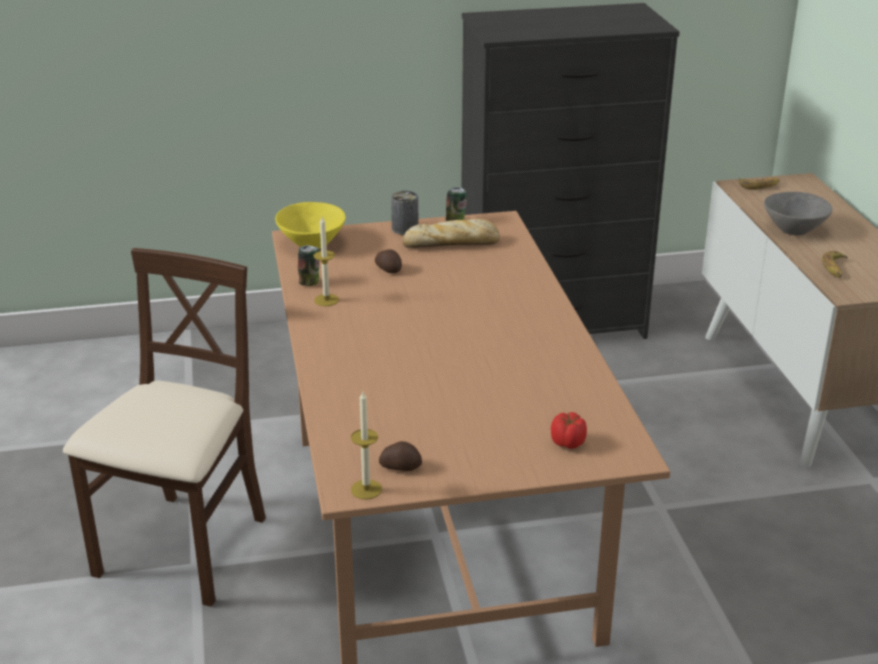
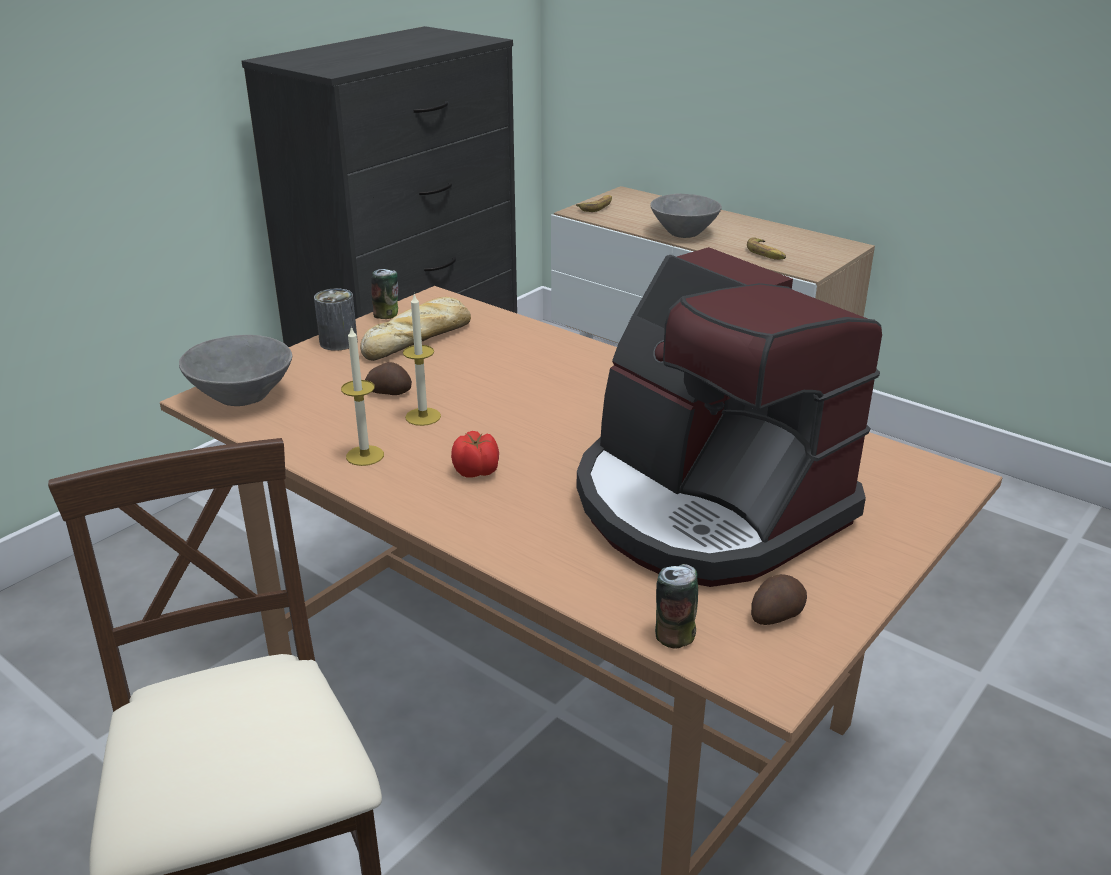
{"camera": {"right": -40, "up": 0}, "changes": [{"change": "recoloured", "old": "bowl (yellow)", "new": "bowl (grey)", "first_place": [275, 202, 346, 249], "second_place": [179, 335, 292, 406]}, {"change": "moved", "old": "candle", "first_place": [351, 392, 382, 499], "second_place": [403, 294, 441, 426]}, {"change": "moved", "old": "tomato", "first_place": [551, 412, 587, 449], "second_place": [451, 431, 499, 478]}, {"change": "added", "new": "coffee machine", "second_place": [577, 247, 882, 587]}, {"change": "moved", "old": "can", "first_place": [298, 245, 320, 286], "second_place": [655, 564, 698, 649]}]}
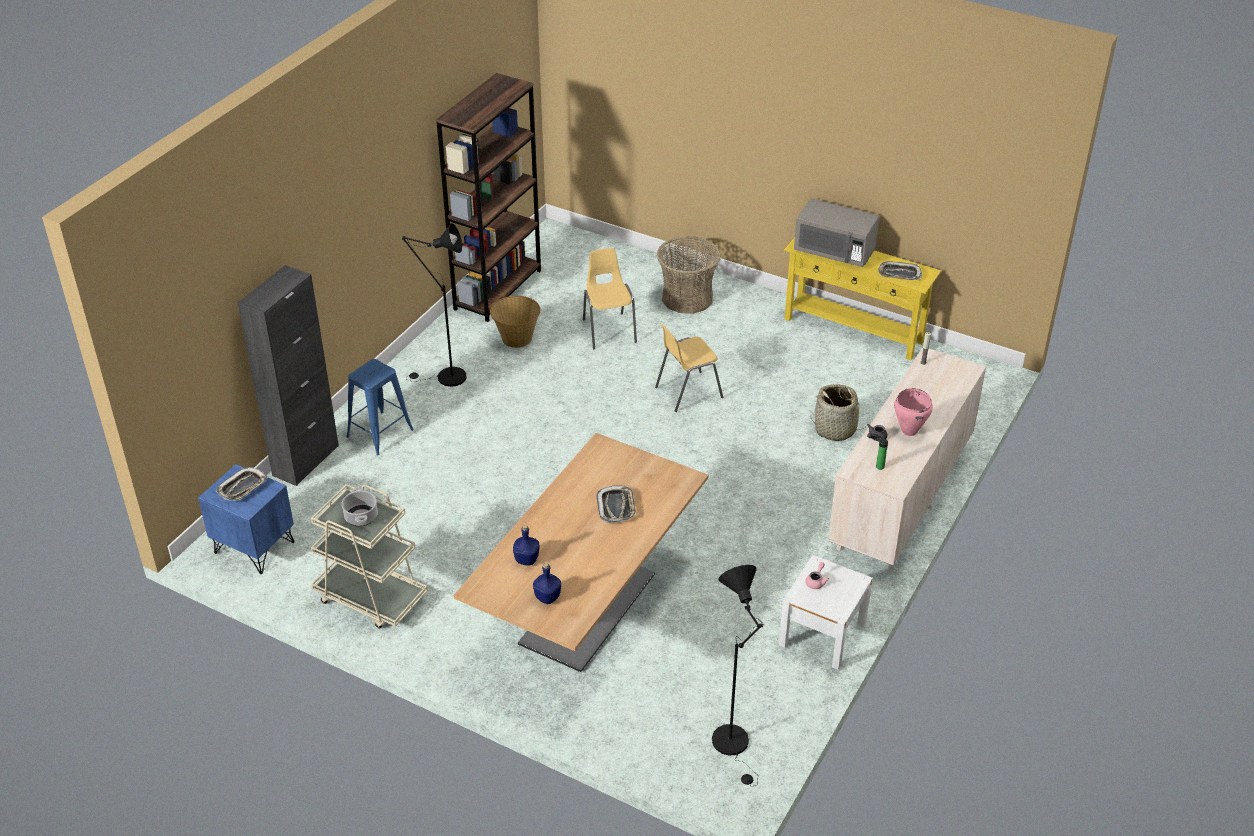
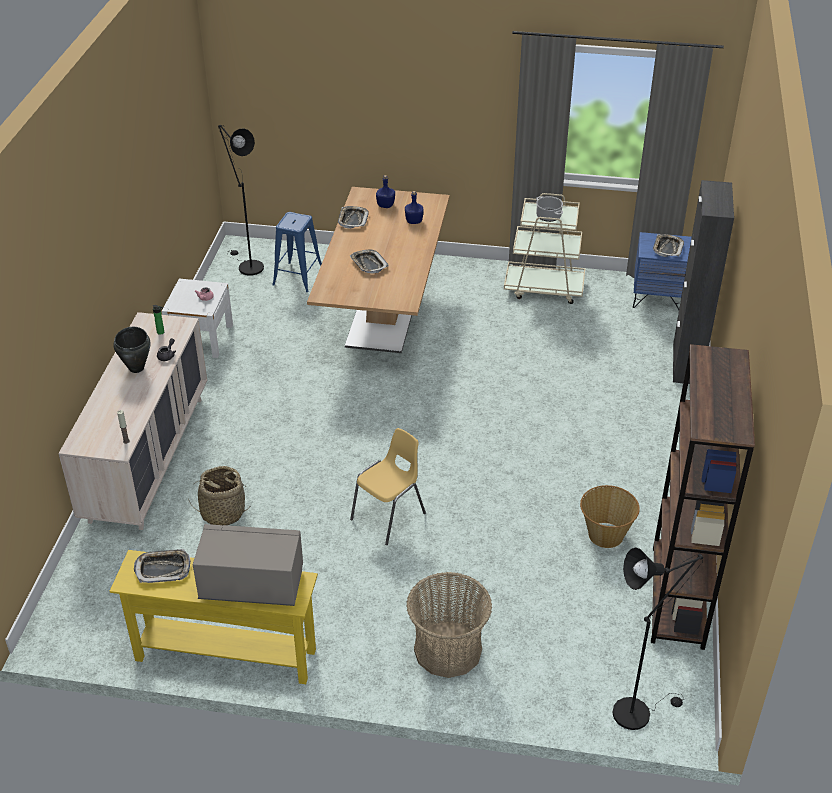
{"camera": {"right": 160, "up": 0}, "changes": [{"change": "recoloured", "old": "cooking pot (pink)", "new": "cooking pot (black)", "first_place": [894, 388, 933, 436], "second_place": [113, 327, 151, 373]}, {"change": "moved", "old": "stool (blue)", "first_place": [346, 359, 414, 455], "second_place": [272, 212, 322, 292]}, {"change": "added", "new": "tray", "second_place": [338, 206, 369, 229]}, {"change": "moved", "old": "floor lamp (black)", "first_place": [402, 223, 467, 387], "second_place": [612, 547, 703, 730]}, {"change": "removed", "old": "chair (yellow)", "first_place": [583, 248, 637, 349]}]}
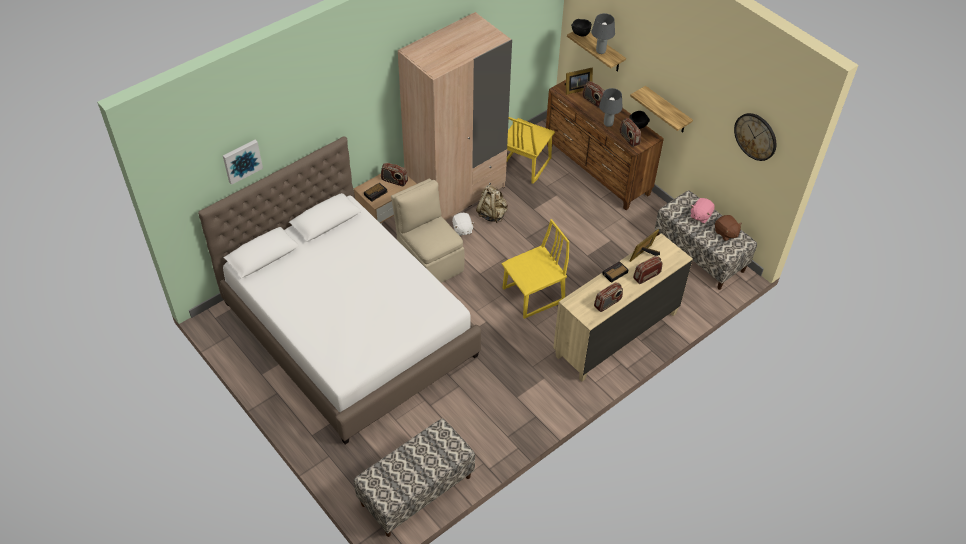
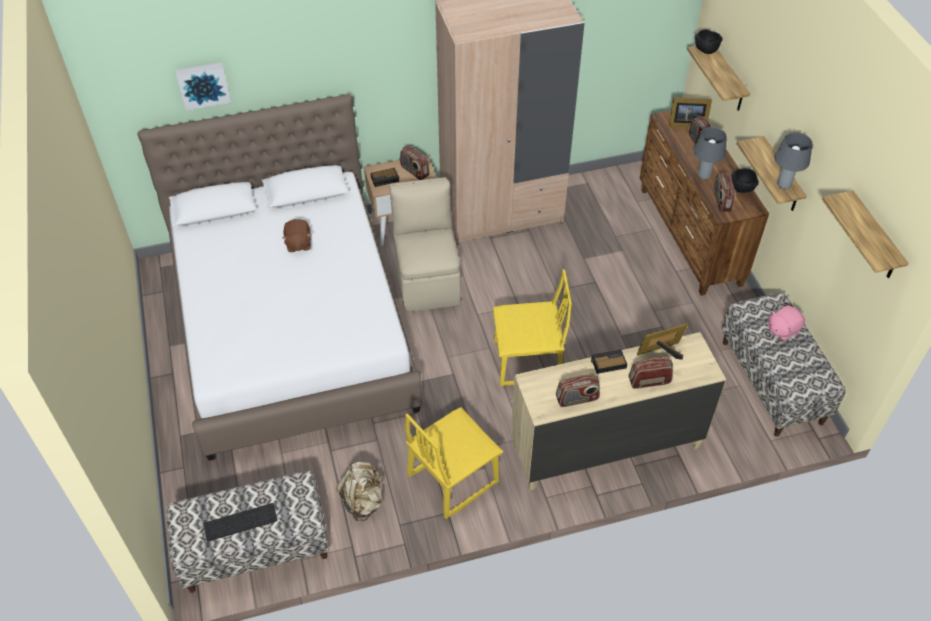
{"camera": {"right": 25, "up": 0}, "changes": [{"change": "added", "new": "keyboard", "second_place": [203, 503, 278, 541]}, {"change": "moved", "old": "plush toy (brown)", "first_place": [715, 215, 742, 241], "second_place": [282, 219, 311, 252]}, {"change": "moved", "old": "backpack (beige)", "first_place": [476, 185, 508, 223], "second_place": [336, 462, 384, 521]}, {"change": "moved", "old": "chair (yellow)", "first_place": [507, 117, 555, 184], "second_place": [405, 407, 503, 519]}, {"change": "moved", "old": "table lamp (grey)", "first_place": [592, 13, 615, 54], "second_place": [774, 132, 812, 189]}, {"change": "replaced", "old": "wall clock", "new": "shelf", "first_place": [734, 113, 776, 161], "second_place": [822, 190, 908, 278]}, {"change": "removed", "old": "plush toy (white)", "first_place": [452, 213, 474, 236]}]}
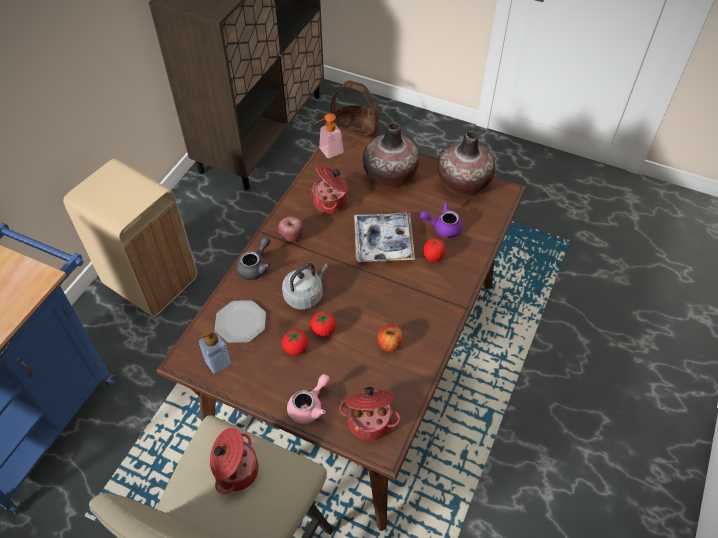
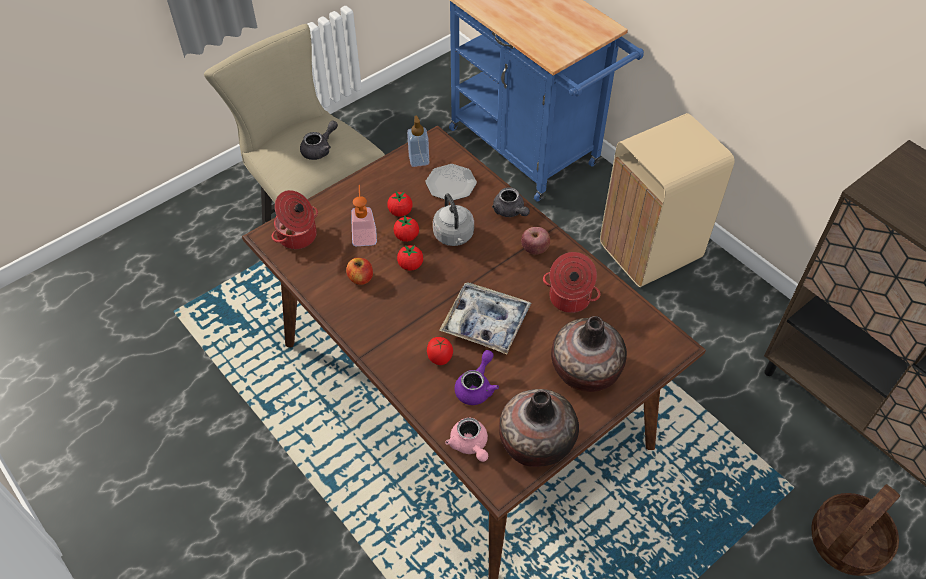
{"camera": {"right": 115, "up": 0}, "changes": [{"change": "replaced", "old": "cooking pot", "new": "teapot (grey)", "first_place": [210, 428, 259, 494], "second_place": [300, 120, 338, 160]}, {"change": "moved", "old": "soap dispenser", "first_place": [313, 113, 344, 158], "second_place": [351, 185, 377, 246]}, {"change": "added", "new": "tomato", "second_place": [397, 245, 423, 271]}, {"change": "moved", "old": "teapot (pink)", "first_place": [287, 374, 330, 424], "second_place": [445, 417, 488, 462]}]}
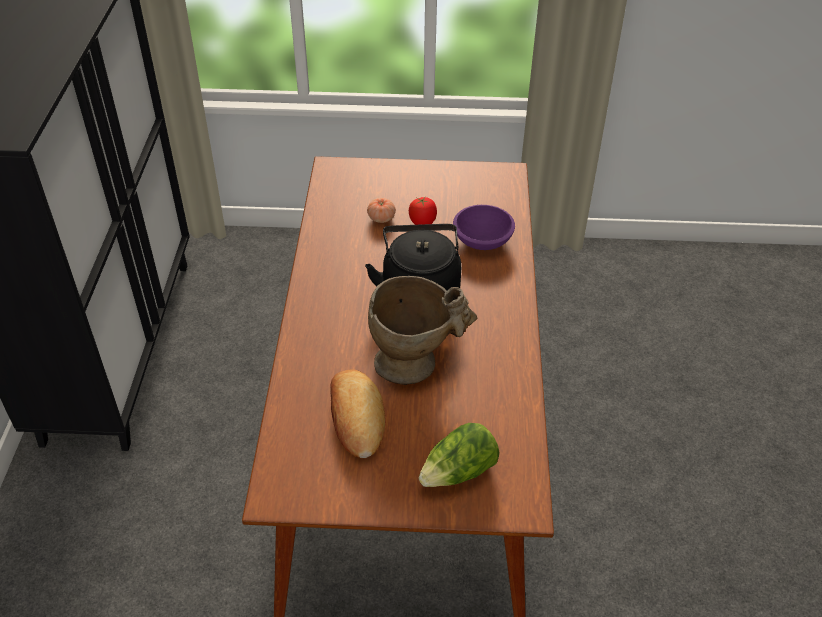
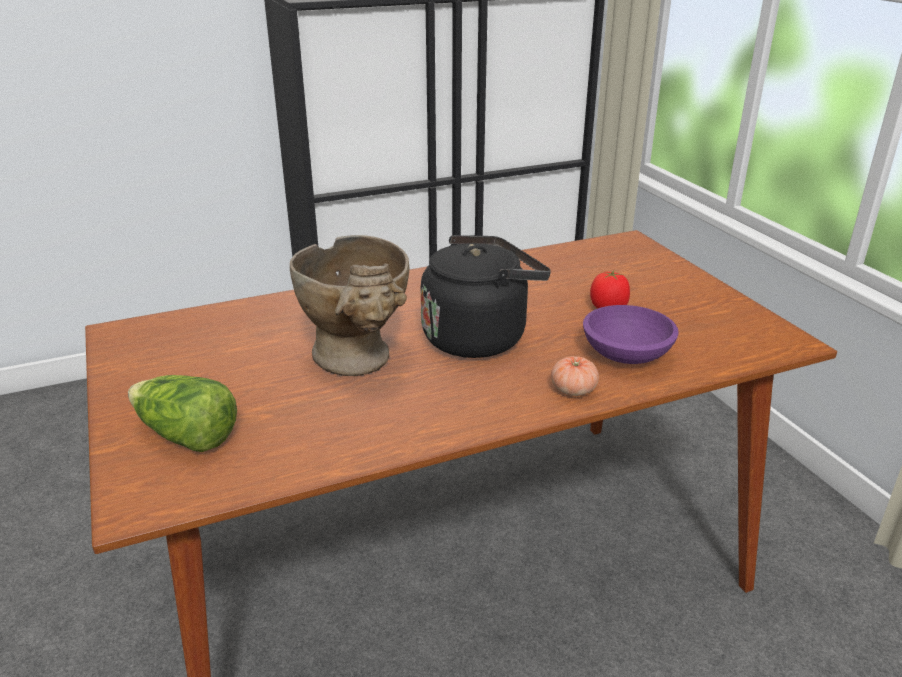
{"camera": {"right": 65, "up": -15}, "changes": [{"change": "moved", "old": "tomato", "first_place": [367, 198, 396, 223], "second_place": [551, 356, 599, 396]}, {"change": "removed", "old": "bread", "first_place": [331, 369, 385, 458]}]}
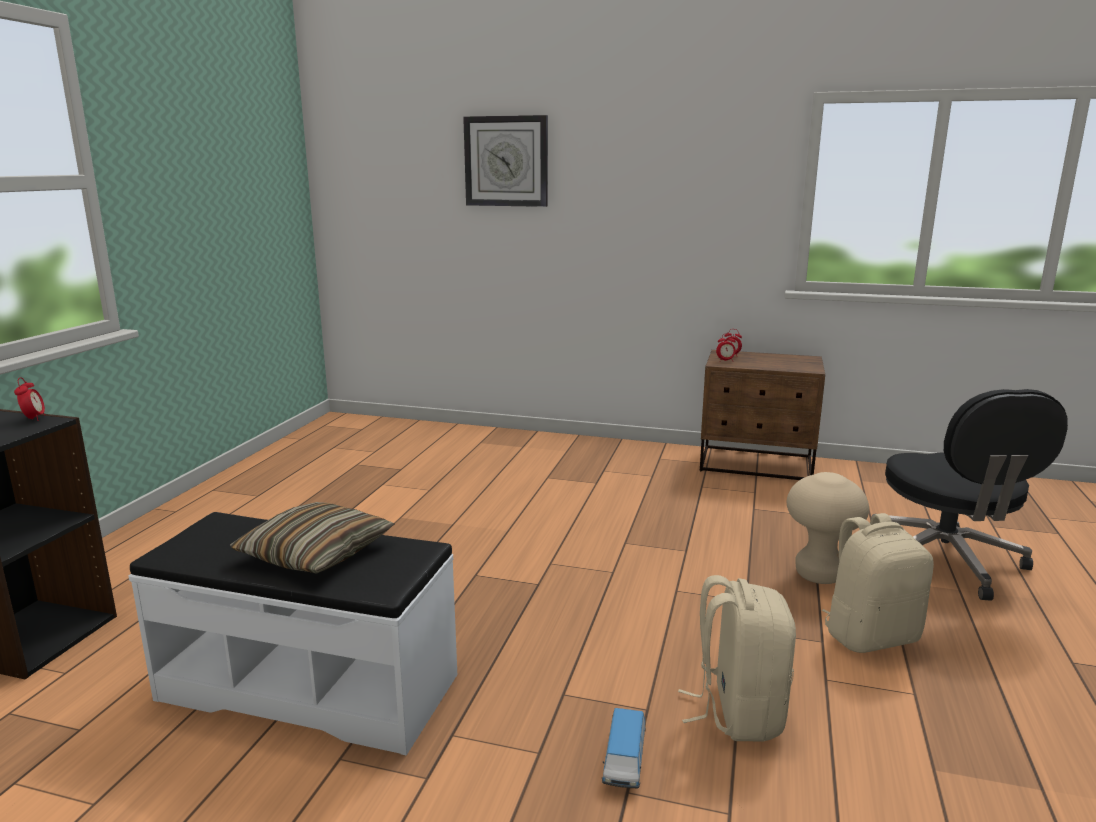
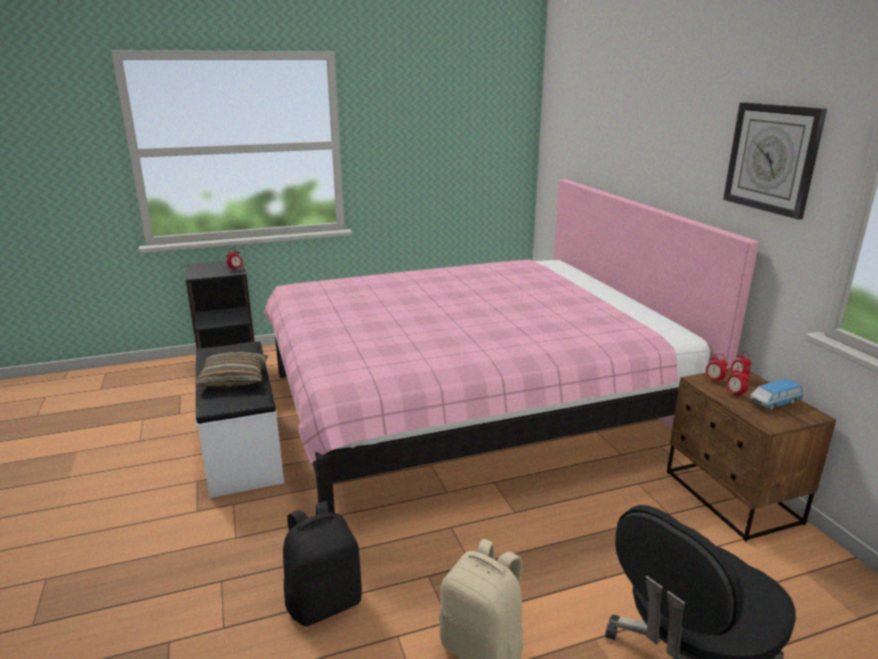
{"camera": {"right": 55, "up": 5}, "changes": [{"change": "added", "new": "bed (pink)", "second_place": [264, 179, 759, 513]}, {"change": "recoloured", "old": "backpack (beige)", "new": "backpack (black)", "first_place": [678, 575, 796, 742], "second_place": [283, 501, 362, 626]}, {"change": "moved", "old": "wall clock", "first_place": [463, 115, 548, 207], "second_place": [723, 102, 827, 220]}, {"change": "added", "new": "alarm clock", "second_place": [726, 367, 750, 398]}, {"change": "moved", "old": "toy car", "first_place": [602, 708, 646, 788], "second_place": [749, 379, 803, 410]}, {"change": "removed", "old": "stool (beige)", "first_place": [787, 472, 869, 584]}]}
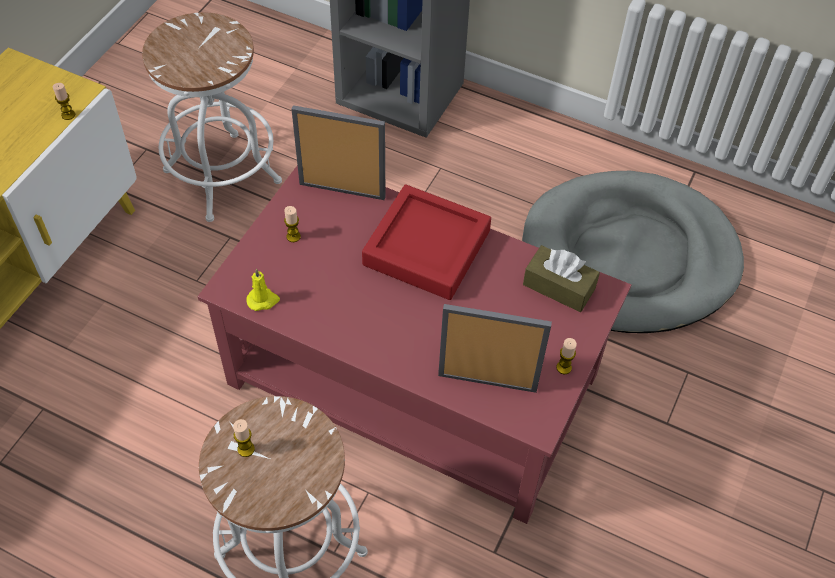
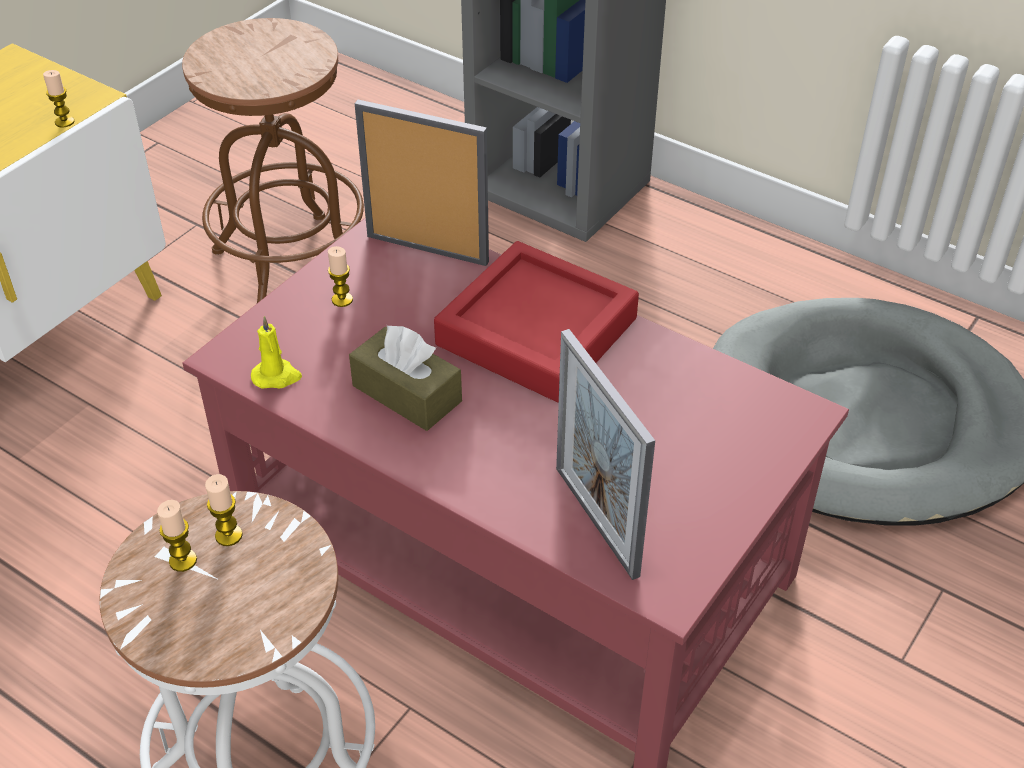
{"camera": {"right": 10, "up": -10}, "changes": [{"change": "recoloured", "old": "stool (white)", "new": "stool (brown)", "first_place": [142, 12, 282, 222], "second_place": [182, 18, 364, 303]}, {"change": "moved", "old": "candle", "first_place": [556, 338, 577, 374], "second_place": [205, 474, 243, 546]}, {"change": "moved", "old": "tissue box (brown)", "first_place": [523, 245, 600, 312], "second_place": [349, 326, 462, 431]}, {"change": "turned", "old": "picture frame", "first_place": [438, 304, 552, 393], "second_place": [556, 329, 655, 580], "degrees": -135}]}
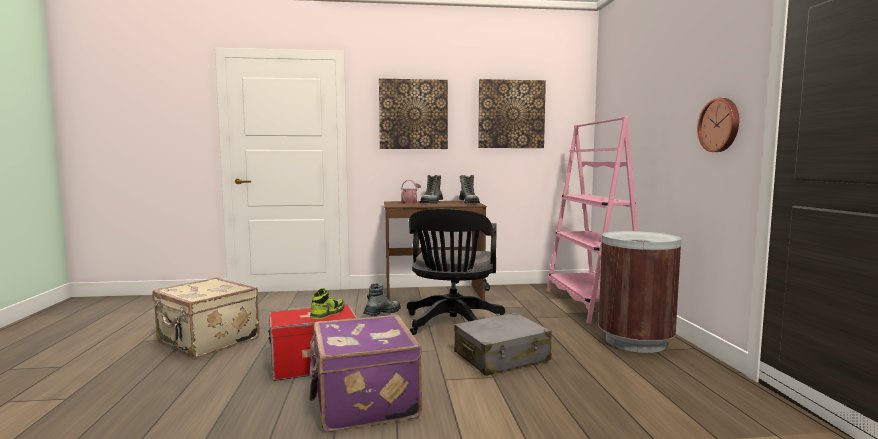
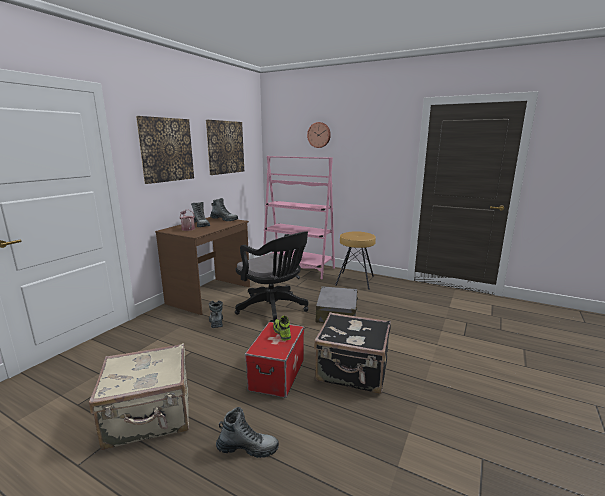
{"camera": {"right": -55, "up": 10}, "changes": [{"change": "added", "new": "boot", "second_place": [216, 407, 279, 458]}, {"change": "moved", "old": "wall clock", "first_place": [697, 98, 739, 152], "second_place": [307, 122, 331, 148]}, {"change": "recoloured", "old": "suitcase (purple)", "new": "suitcase (black)", "first_place": [309, 315, 422, 432], "second_place": [314, 312, 391, 394]}, {"change": "replaced", "old": "trash can (brown)", "new": "stool (brown)", "first_place": [598, 231, 681, 353], "second_place": [335, 231, 376, 290]}]}
